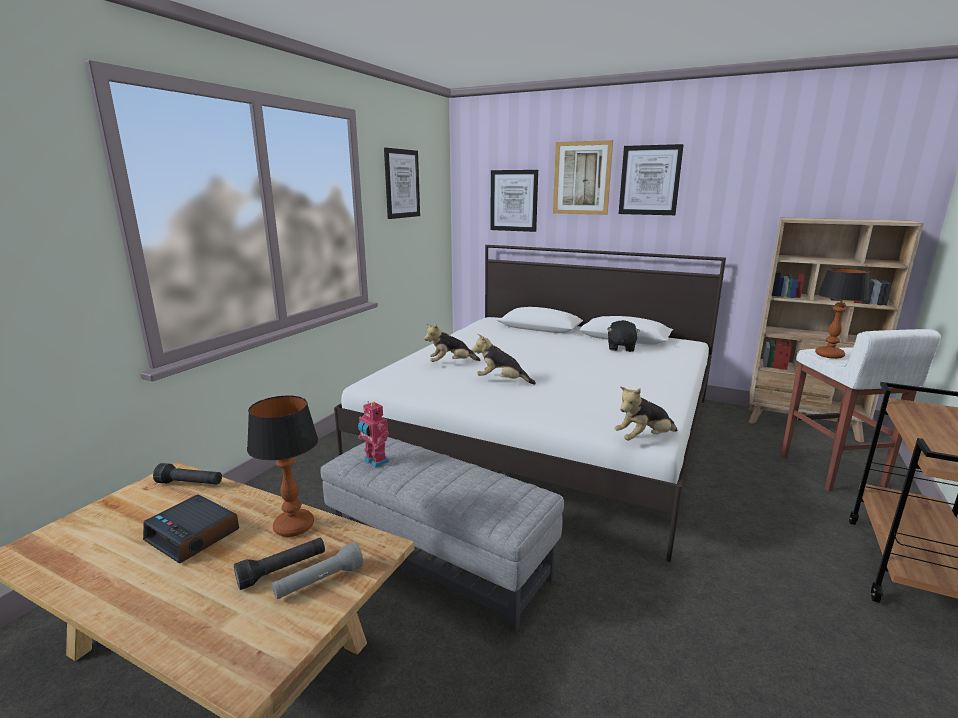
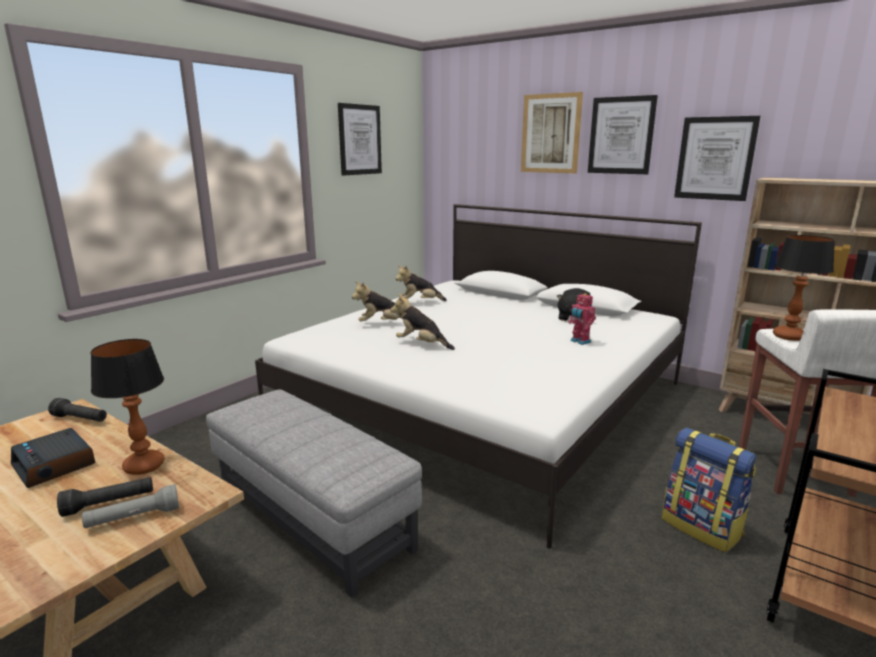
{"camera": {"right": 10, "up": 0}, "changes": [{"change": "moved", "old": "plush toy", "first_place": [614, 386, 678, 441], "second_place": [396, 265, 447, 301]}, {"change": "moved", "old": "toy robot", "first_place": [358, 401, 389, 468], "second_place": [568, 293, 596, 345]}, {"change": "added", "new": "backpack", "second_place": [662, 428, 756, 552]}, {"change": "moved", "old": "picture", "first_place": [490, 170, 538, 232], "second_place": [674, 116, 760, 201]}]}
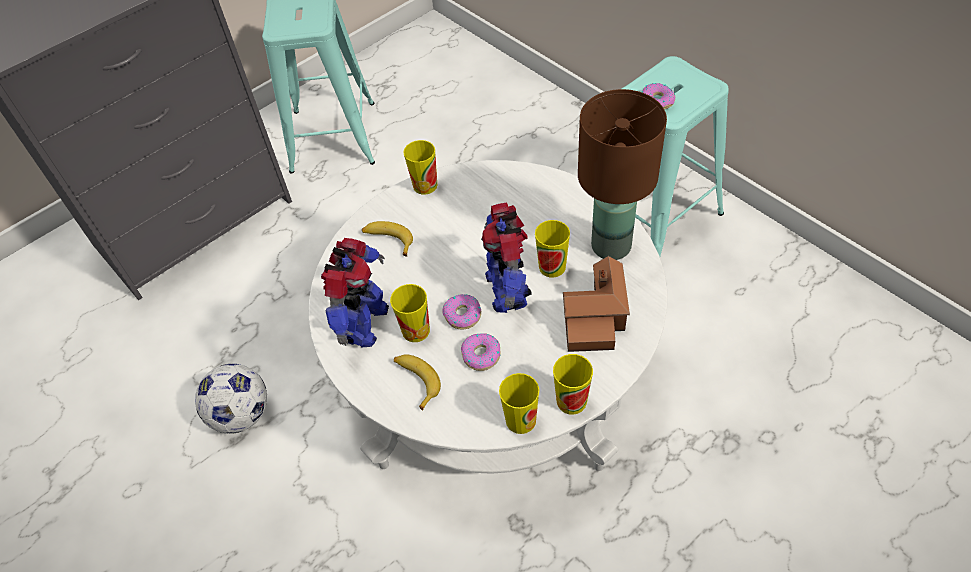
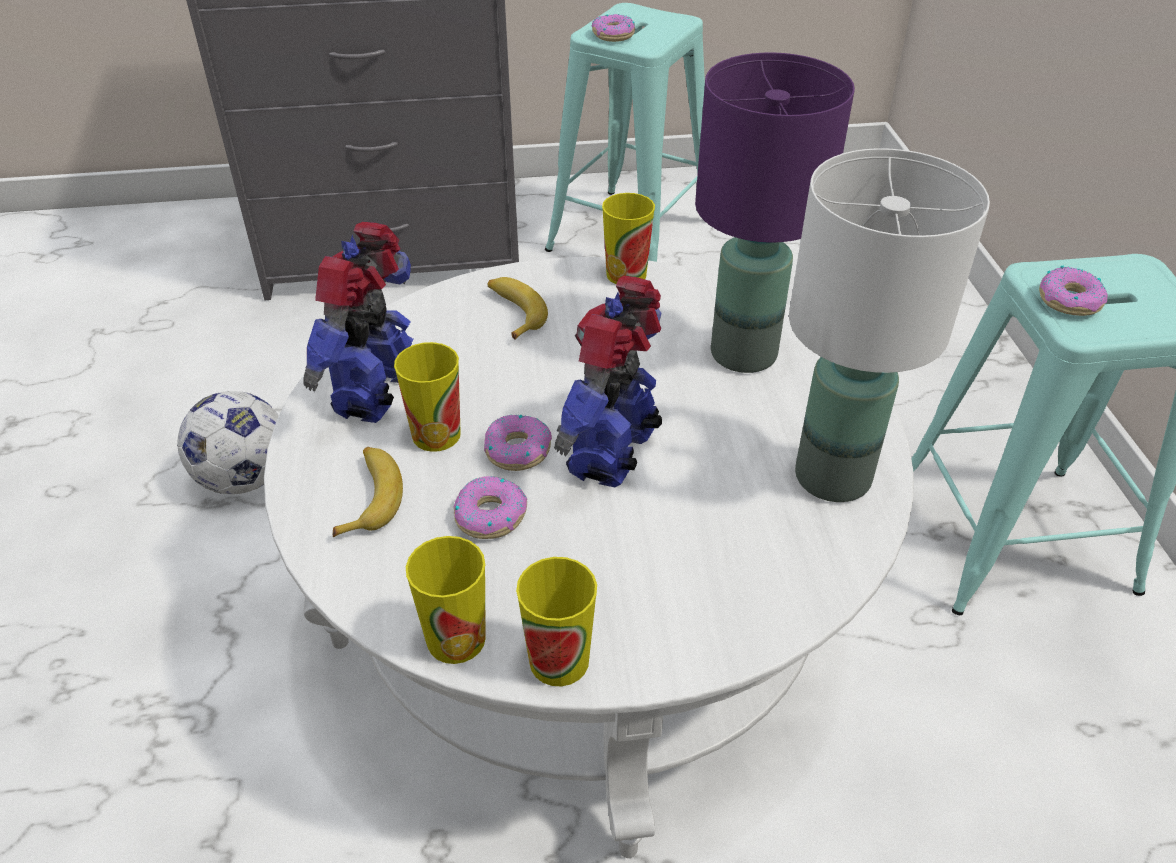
{"camera": {"right": 30, "up": -10}, "changes": [{"change": "turned", "old": "toy robot", "first_place": [321, 238, 389, 348], "second_place": [303, 222, 414, 423], "degrees": 150}, {"change": "added", "new": "donut", "second_place": [592, 14, 635, 42]}, {"change": "added", "new": "table lamp (purple)", "second_place": [695, 52, 855, 373]}, {"change": "recoloured", "old": "table lamp (brown)", "new": "table lamp (white)", "first_place": [578, 89, 667, 260], "second_place": [789, 148, 990, 502]}, {"change": "removed", "old": "cup", "first_place": [535, 220, 570, 278]}, {"change": "removed", "old": "toy house", "first_place": [563, 256, 630, 352]}]}
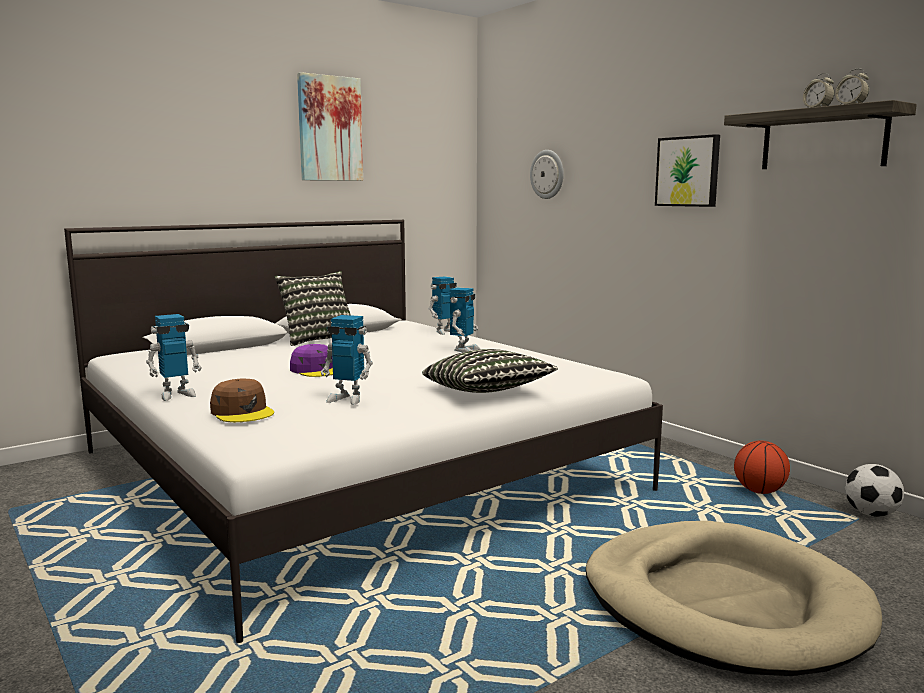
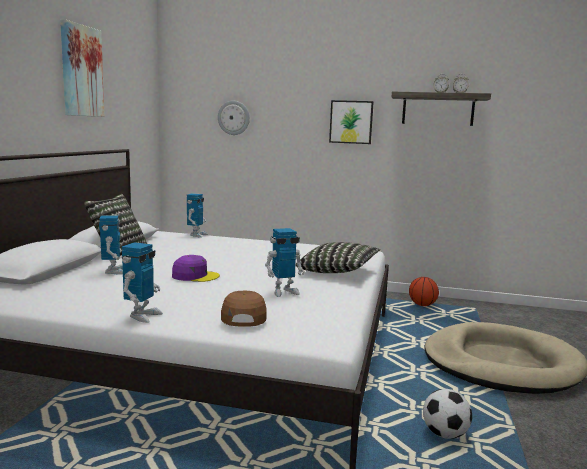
{"camera": {"right": -40, "up": 0}, "changes": [{"change": "moved", "old": "toy robot", "first_place": [450, 287, 481, 352], "second_place": [99, 215, 123, 275]}, {"change": "turned", "old": "cap (brown)", "first_place": [210, 378, 274, 422], "second_place": [221, 291, 267, 327], "degrees": -105}, {"change": "moved", "old": "football", "first_place": [845, 464, 904, 517], "second_place": [423, 389, 472, 439]}]}
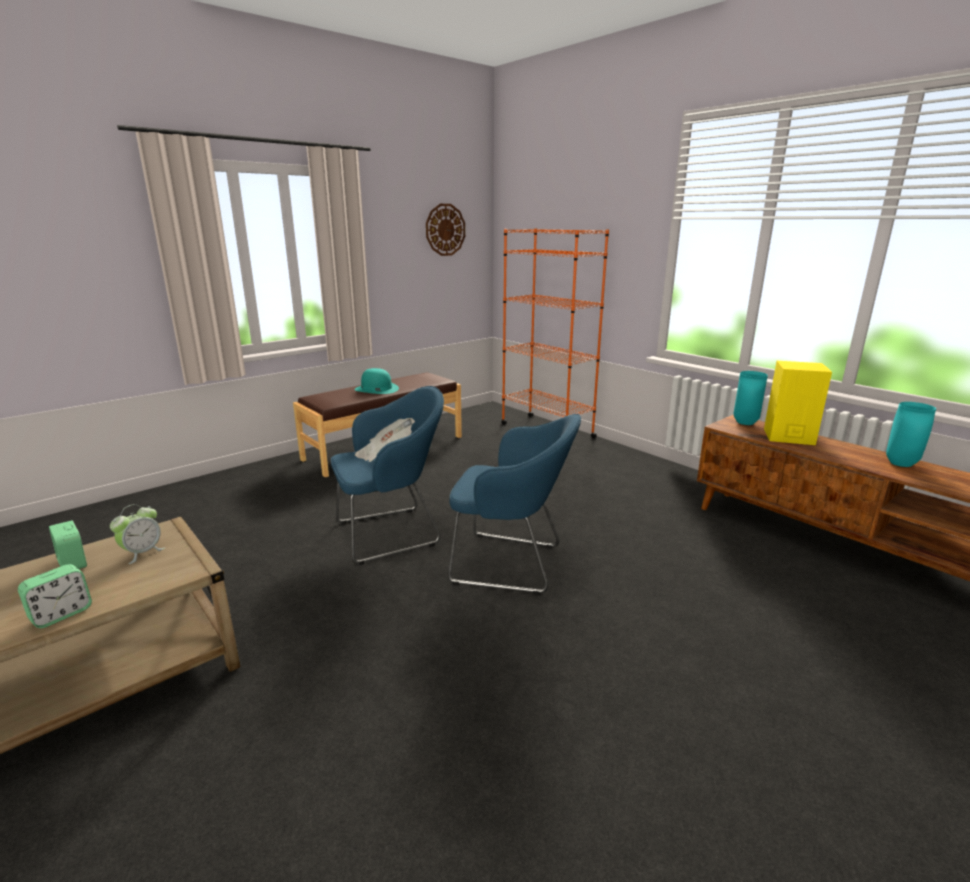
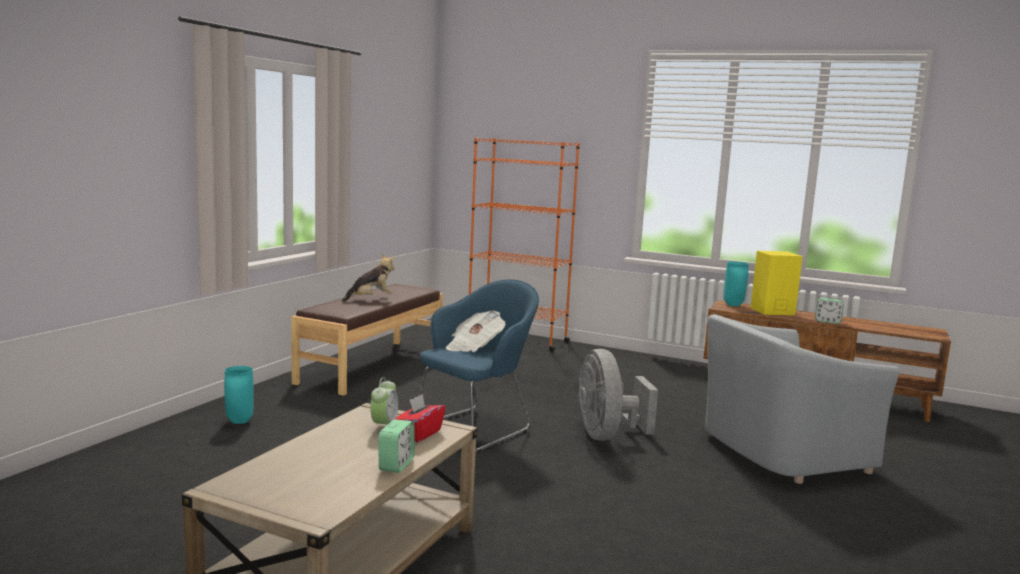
{"camera": {"right": -25, "up": -10}, "changes": [{"change": "moved", "old": "vase (turquoise)", "first_place": [886, 402, 936, 467], "second_place": [224, 366, 254, 424]}, {"change": "replaced", "old": "hat (turquoise)", "new": "plush toy", "first_place": [355, 368, 399, 394], "second_place": [342, 254, 395, 302]}, {"change": "added", "new": "tissue box (red)", "second_place": [395, 394, 445, 442]}, {"change": "replaced", "old": "armchair (blue)", "new": "fan (grey)", "first_place": [448, 414, 581, 595], "second_place": [578, 349, 658, 441]}, {"change": "added", "new": "armchair (grey)", "second_place": [705, 314, 900, 484]}, {"change": "moved", "old": "alarm clock", "first_place": [49, 521, 87, 569], "second_place": [815, 298, 844, 324]}, {"change": "removed", "old": "wall clock", "first_place": [426, 204, 465, 256]}]}
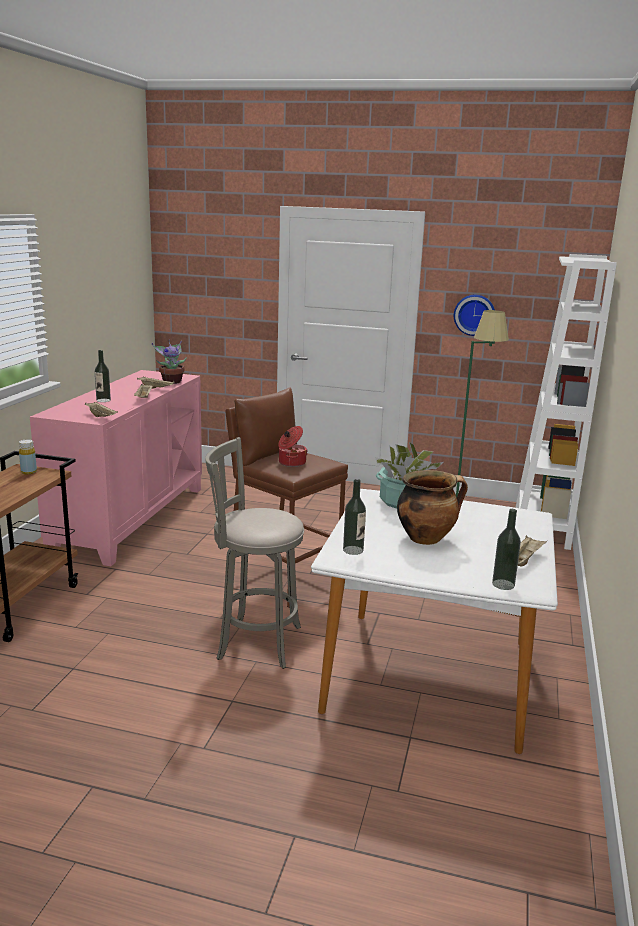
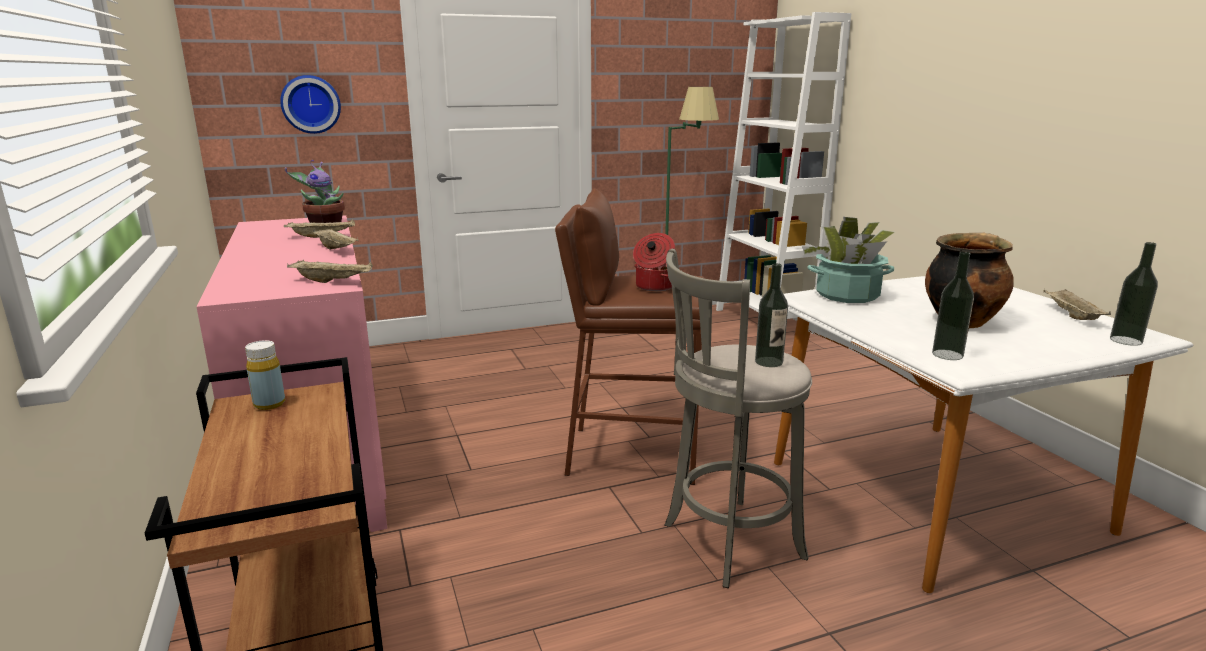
{"camera": {"right": -35, "up": 0}, "changes": [{"change": "moved", "old": "wall clock", "first_place": [454, 295, 495, 336], "second_place": [280, 75, 341, 134]}, {"change": "moved", "old": "bottle", "first_place": [95, 350, 111, 402], "second_place": [755, 263, 788, 367]}]}
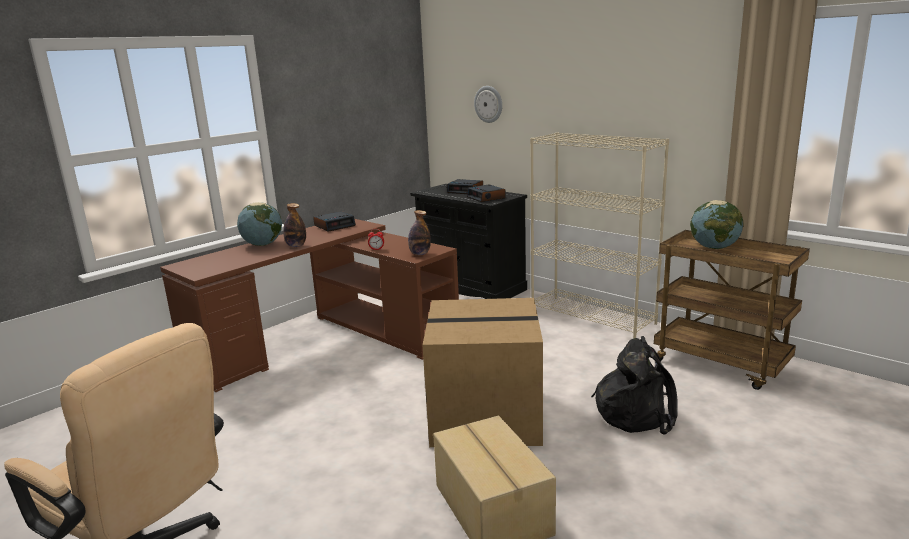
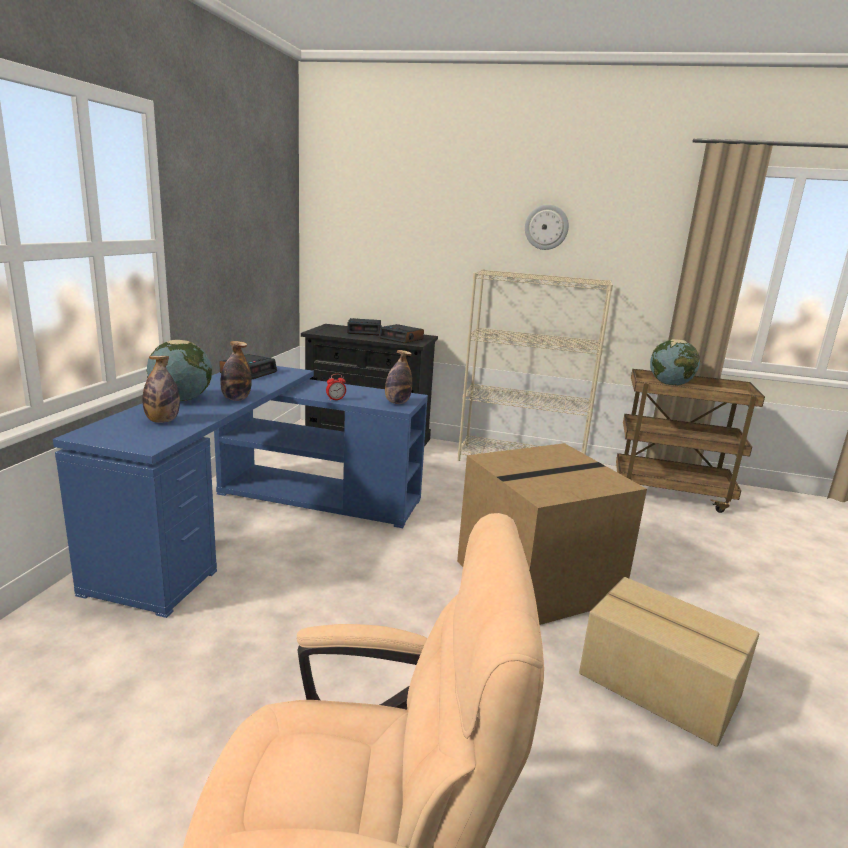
{"camera": {"right": -30, "up": 0}, "changes": [{"change": "recoloured", "old": "desk (brown)", "new": "desk (blue)", "first_place": [160, 219, 459, 392], "second_place": [53, 366, 428, 618]}, {"change": "added", "new": "bottle", "second_place": [142, 356, 180, 423]}, {"change": "moved", "old": "wall clock", "first_place": [474, 86, 502, 123], "second_place": [525, 204, 569, 250]}, {"change": "removed", "old": "backpack (black)", "first_place": [591, 336, 678, 435]}]}
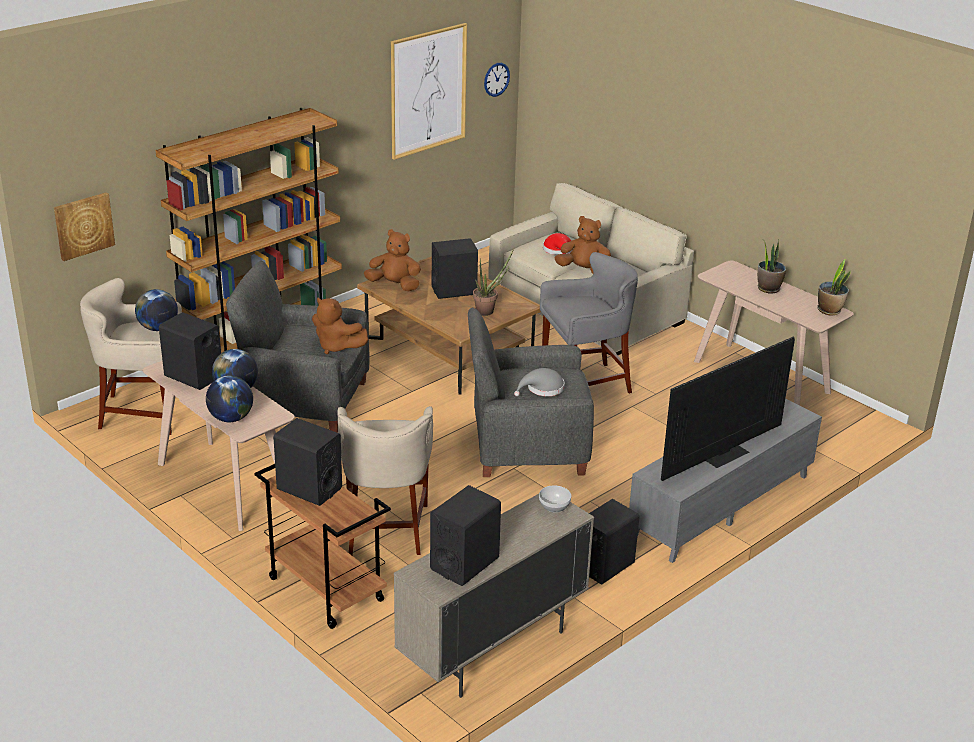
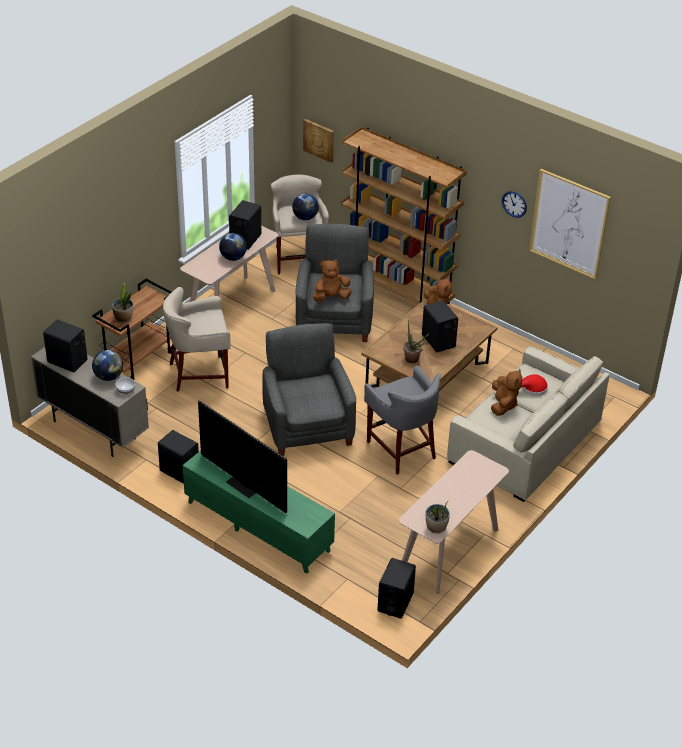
{"camera": {"right": 80, "up": 10}, "changes": [{"change": "moved", "old": "globe", "first_place": [206, 375, 253, 422], "second_place": [92, 350, 123, 381]}, {"change": "moved", "old": "potted plant", "first_place": [757, 239, 786, 294], "second_place": [112, 283, 133, 323]}, {"change": "recoloured", "old": "tv stand (grey)", "new": "tv stand (green)", "first_place": [629, 399, 822, 563], "second_place": [183, 451, 335, 574]}, {"change": "turned", "old": "plush toy (brown)", "first_place": [312, 297, 368, 354], "second_place": [313, 259, 352, 302], "degrees": 45}, {"change": "moved", "old": "speaker (black)", "first_place": [273, 418, 342, 506], "second_place": [378, 558, 416, 619]}, {"change": "moved", "old": "wall clock", "first_place": [484, 63, 510, 97], "second_place": [502, 191, 527, 218]}, {"change": "removed", "old": "hat (grey)", "first_place": [514, 368, 565, 396]}]}
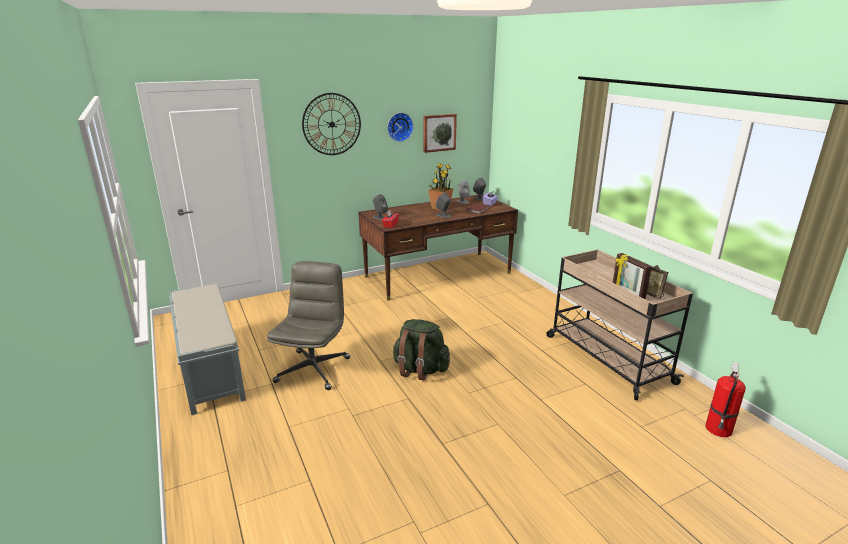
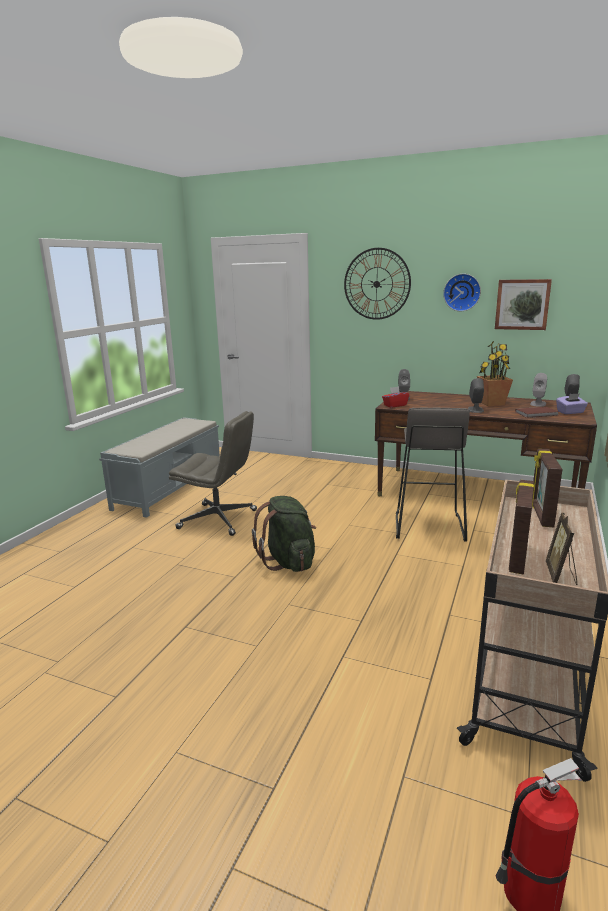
{"camera": {"right": 50, "up": -5}, "changes": [{"change": "turned", "old": "office chair (grey)", "first_place": [267, 261, 351, 390], "second_place": [169, 411, 257, 536], "degrees": 45}, {"change": "added", "new": "stool (grey)", "second_place": [396, 408, 470, 542]}, {"change": "added", "new": "picture frame", "second_place": [532, 448, 562, 527]}]}
